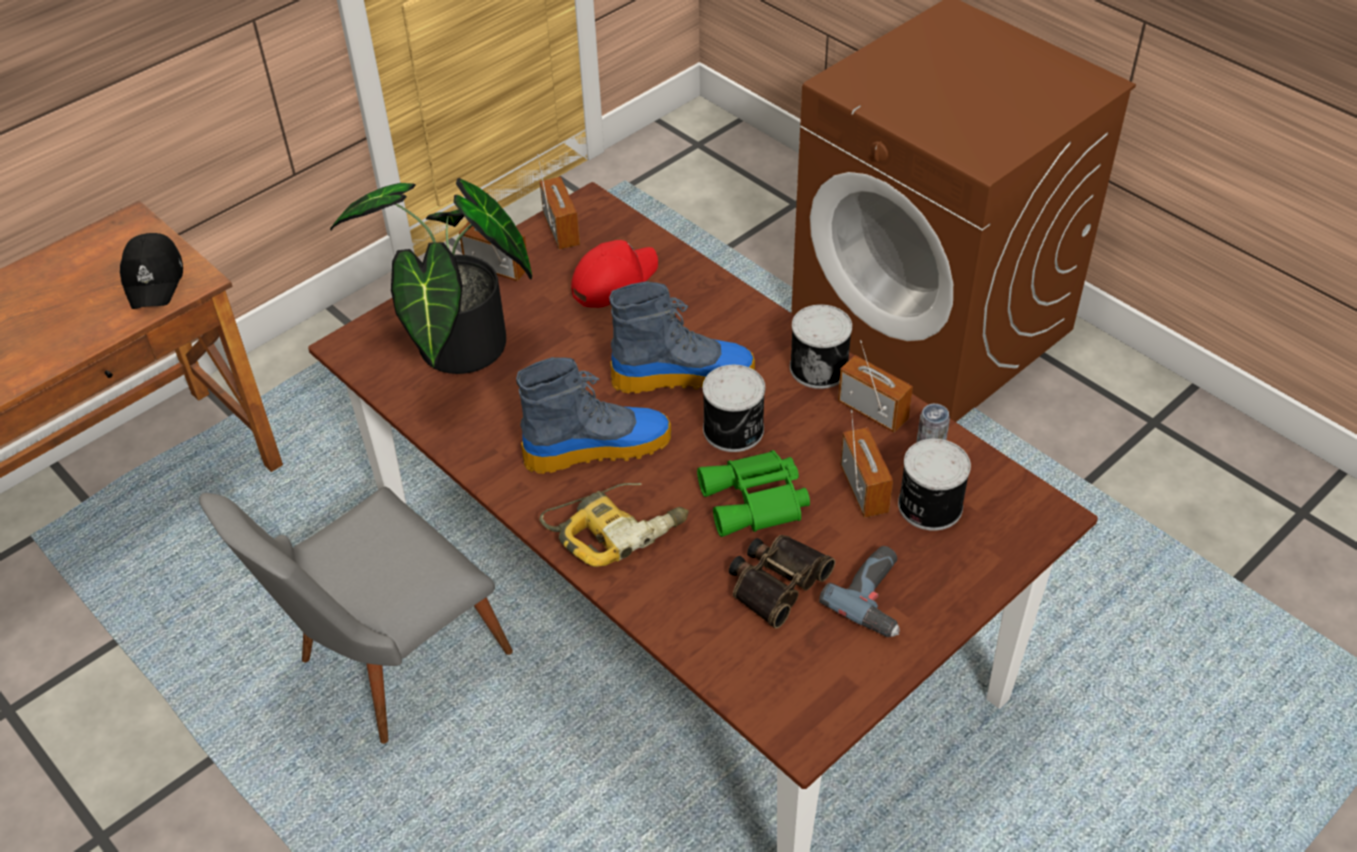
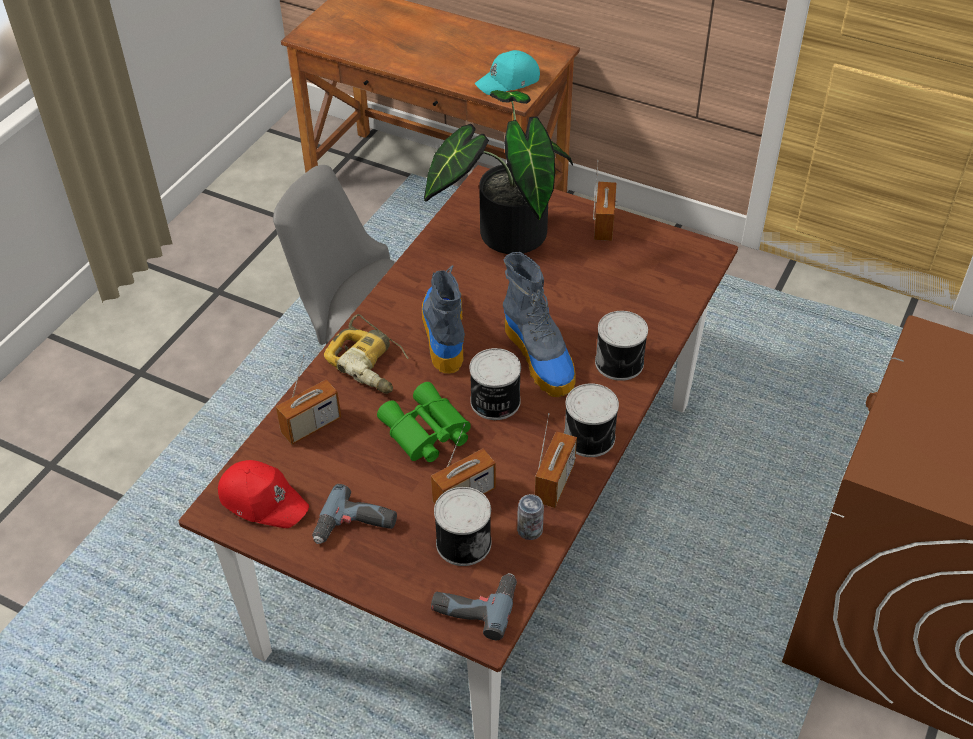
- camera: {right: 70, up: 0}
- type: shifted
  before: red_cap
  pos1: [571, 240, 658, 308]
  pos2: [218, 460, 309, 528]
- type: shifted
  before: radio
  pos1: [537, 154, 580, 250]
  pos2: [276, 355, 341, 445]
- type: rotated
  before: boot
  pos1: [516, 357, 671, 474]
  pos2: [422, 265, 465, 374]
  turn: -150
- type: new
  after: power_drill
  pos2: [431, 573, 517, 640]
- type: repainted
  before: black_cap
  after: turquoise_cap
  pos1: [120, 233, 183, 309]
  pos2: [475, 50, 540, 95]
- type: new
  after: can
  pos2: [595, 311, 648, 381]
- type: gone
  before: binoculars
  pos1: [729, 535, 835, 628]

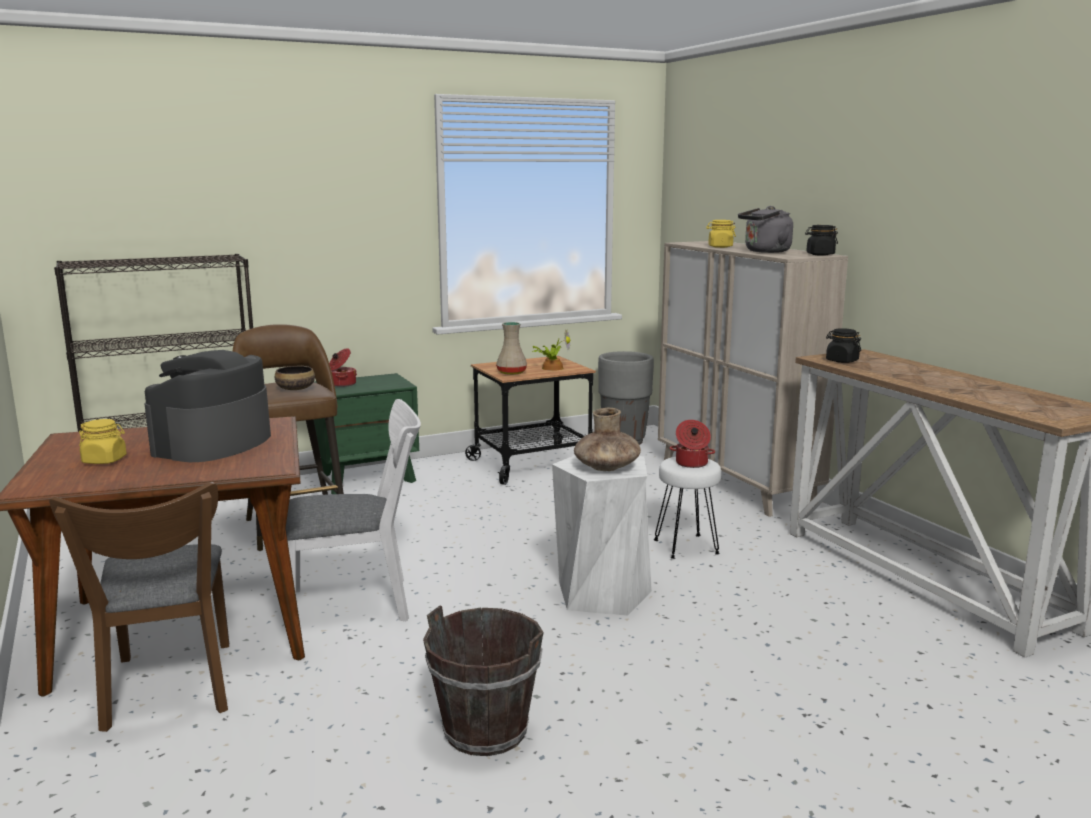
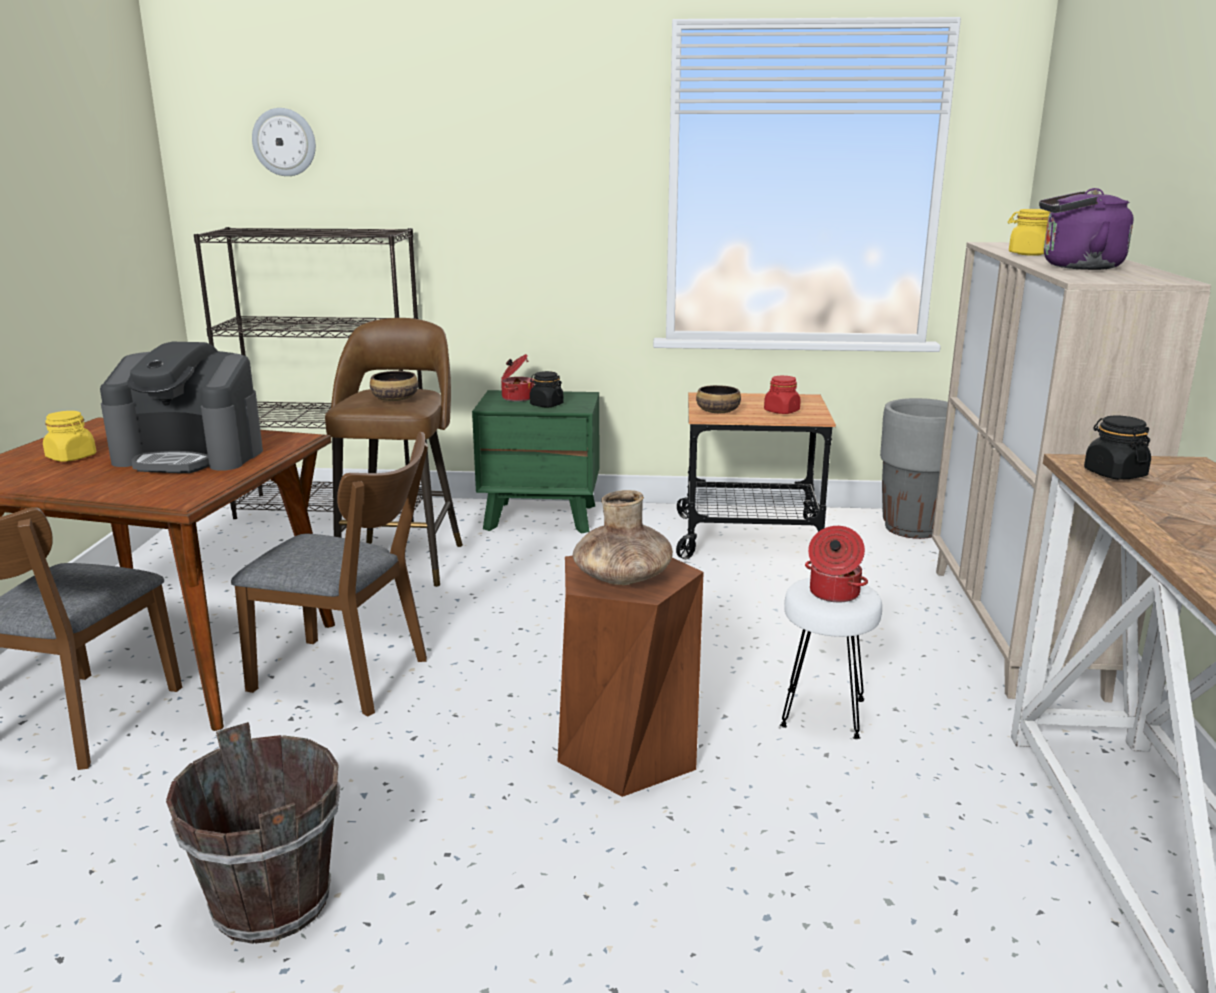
- camera: {right: 30, up: 5}
- type: rotated
  before: coffee_machine
  pos1: [145, 350, 271, 462]
  pos2: [100, 342, 263, 473]
  turn: -135
- type: repainted
  before: white_chair
  after: brown_chair
  pos1: [286, 399, 421, 621]
  pos2: [231, 432, 428, 717]
- type: new
  after: wall_clock
  pos2: [252, 108, 316, 176]
- type: shifted
  before: black_jar
  pos1: [805, 225, 838, 256]
  pos2: [530, 371, 563, 407]
- type: repainted
  before: white_stool
  after: brown_stool
  pos1: [552, 456, 652, 616]
  pos2: [557, 556, 704, 797]
- type: swapped
  before: beige_vase
  after: bowl
  pos1: [496, 322, 527, 375]
  pos2: [696, 385, 741, 413]
- type: swapped
  before: potted_plant
  after: red_jar
  pos1: [532, 331, 570, 371]
  pos2: [764, 376, 801, 414]
- type: repainted
  before: grey_kettle
  after: purple_kettle
  pos1: [738, 206, 793, 253]
  pos2: [1039, 188, 1134, 270]

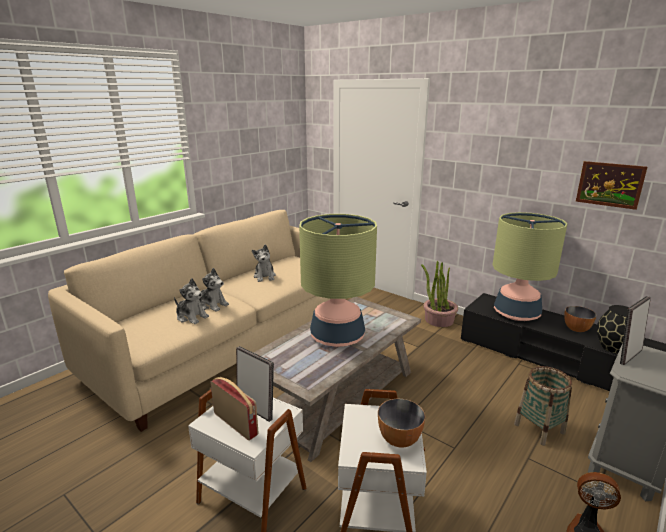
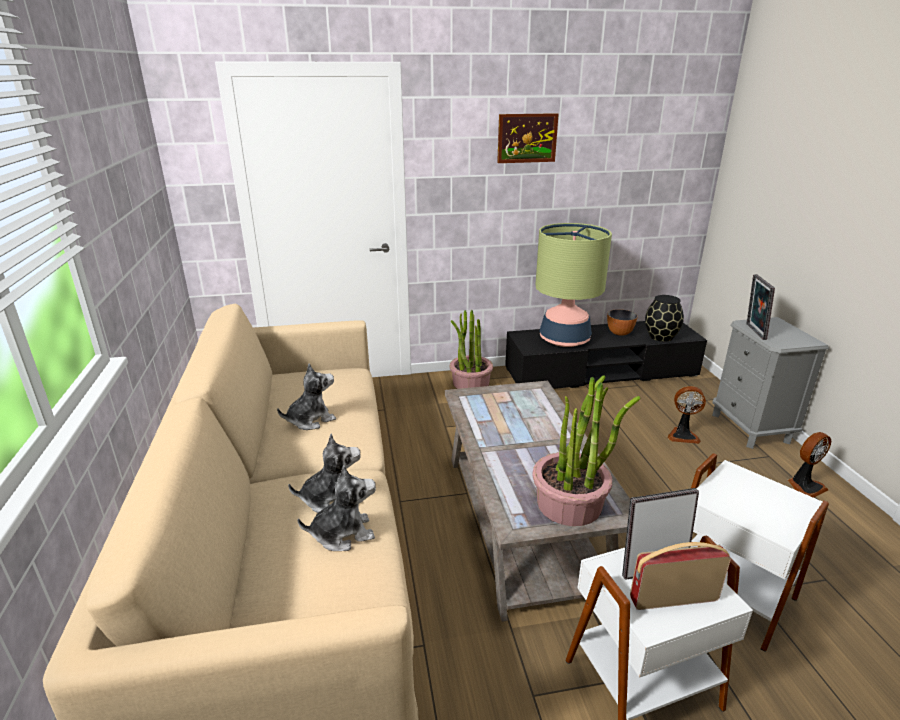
- camera: {right: -50, up: 5}
- type: rotated
  before: plush_toy
  pos1: [252, 245, 276, 282]
  pos2: [277, 363, 336, 430]
  turn: -60
- type: shifted
  before: picture
  pos1: [576, 161, 647, 210]
  pos2: [497, 113, 559, 163]
- type: new
  after: potted_plant
  pos2: [532, 375, 641, 526]
- type: swapped
  before: basket
  after: fan
  pos1: [514, 366, 572, 446]
  pos2: [668, 386, 706, 444]
- type: gone
  before: table_lamp
  pos1: [299, 214, 377, 347]
- type: gone
  before: bowl
  pos1: [378, 399, 425, 448]

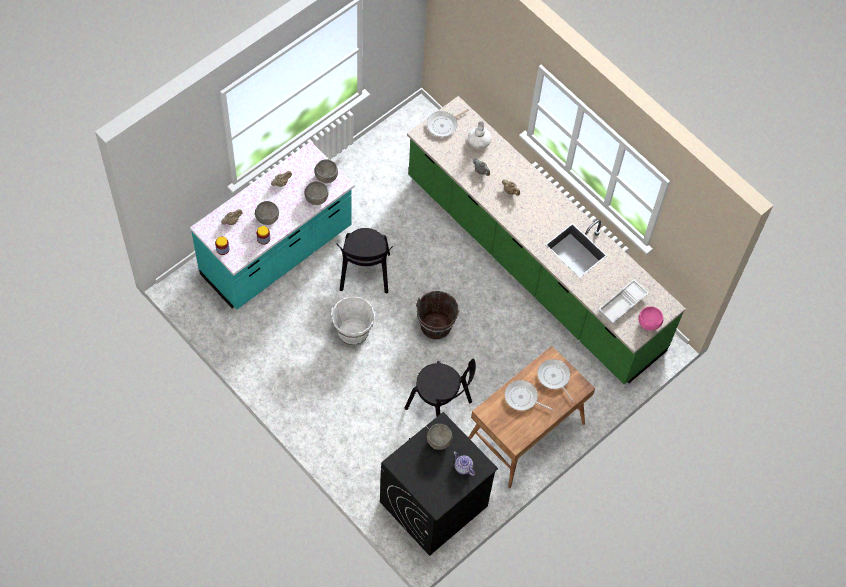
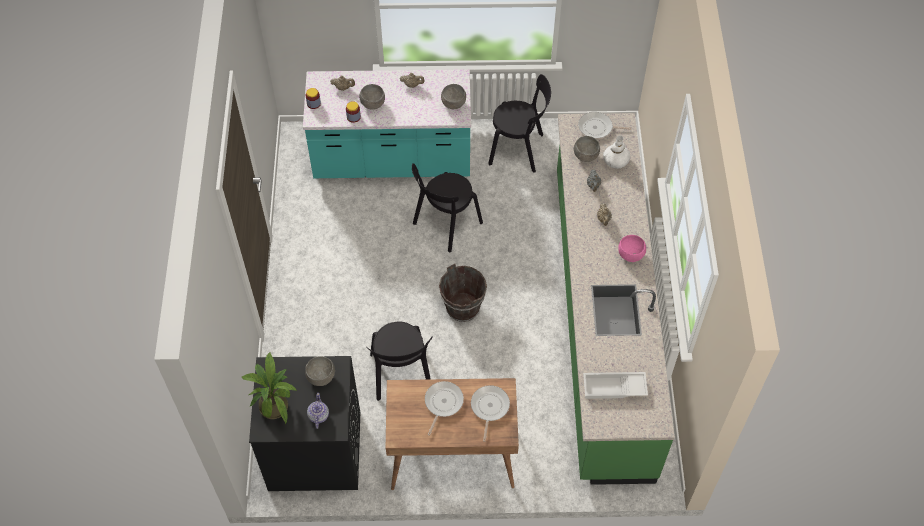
- camera: {right: 45, up: -5}
- type: new
  after: potted_plant
  pos2: [241, 352, 297, 424]
- type: rotated
  before: frying_pan
  pos1: [505, 380, 554, 411]
  pos2: [425, 381, 464, 435]
  turn: 45
- type: new
  after: black_chair
  pos2: [488, 74, 551, 173]
- type: shifted
  before: grey_bowl
  pos1: [304, 181, 328, 205]
  pos2: [574, 136, 600, 162]
- type: shifted
  before: pink_bowl
  pos1: [638, 306, 664, 331]
  pos2: [618, 235, 646, 262]
- type: gone
  before: white_bucket
  pos1: [331, 296, 375, 346]

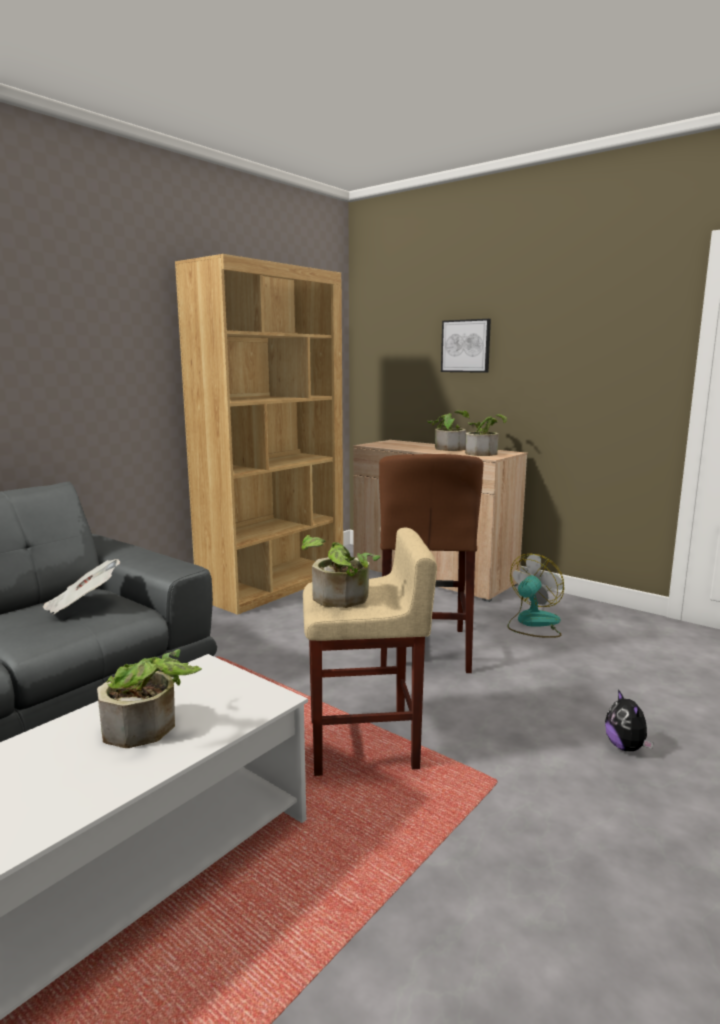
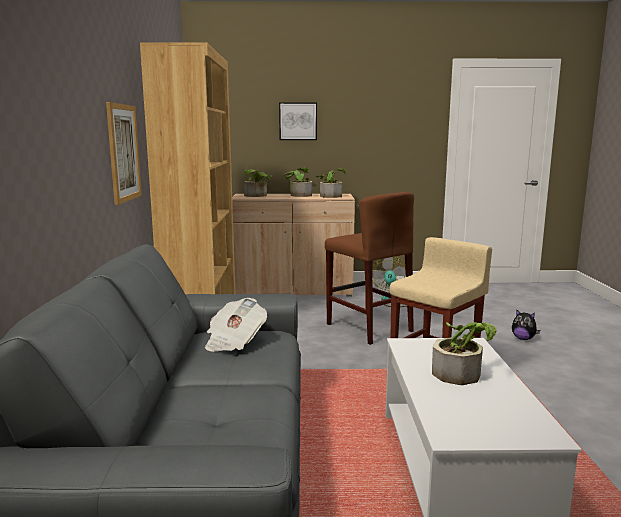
- camera: {right: -40, up: 0}
- type: new
  after: picture
  pos2: [106, 102, 142, 205]
- type: shifted
  before: potted_plant
  pos1: [302, 535, 381, 608]
  pos2: [244, 169, 273, 197]

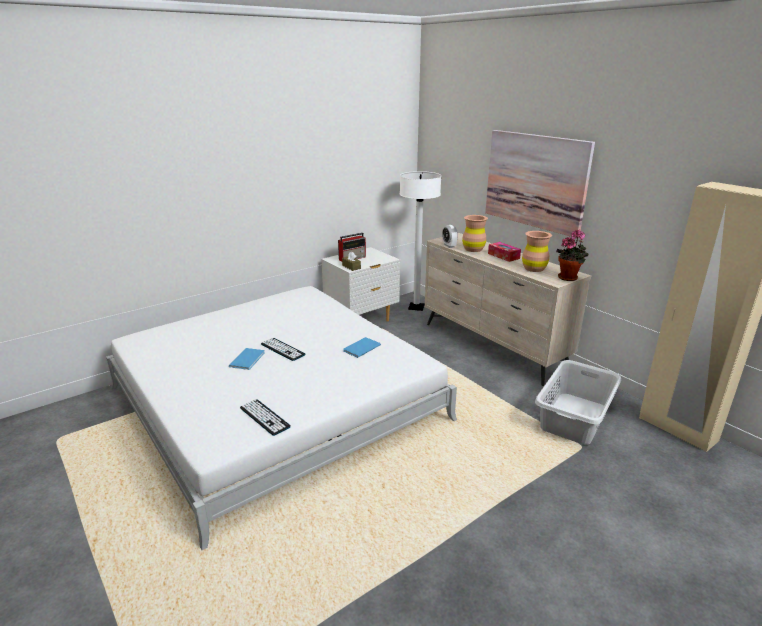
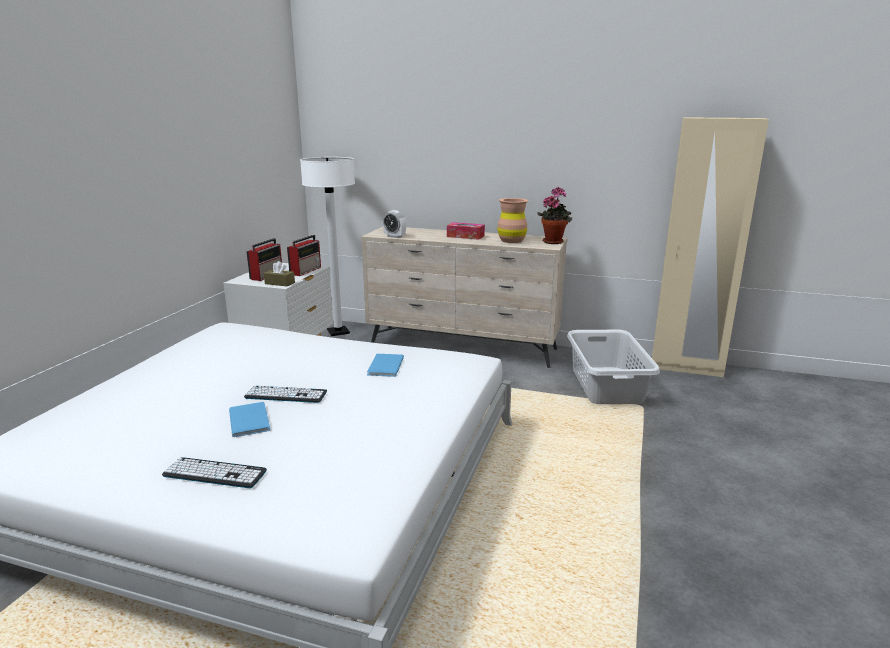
- camera: {right: -35, up: -5}
- type: shifted
  before: keyboard
  pos1: [240, 400, 291, 436]
  pos2: [162, 457, 267, 488]
- type: new
  after: radio
  pos2: [287, 235, 321, 276]
- type: gone
  before: brown_vase
  pos1: [462, 215, 488, 252]
- type: gone
  before: picture
  pos1: [485, 130, 595, 238]

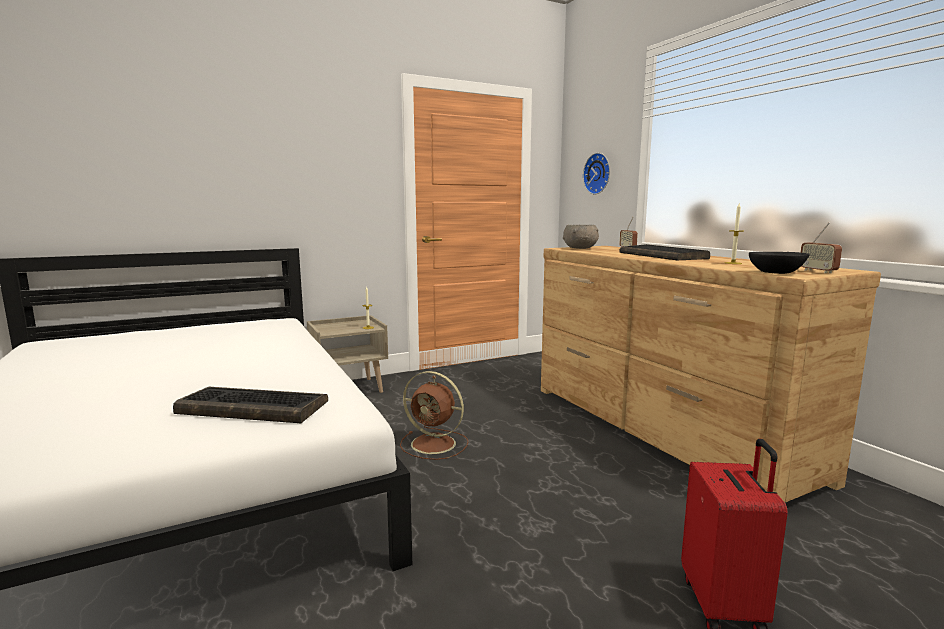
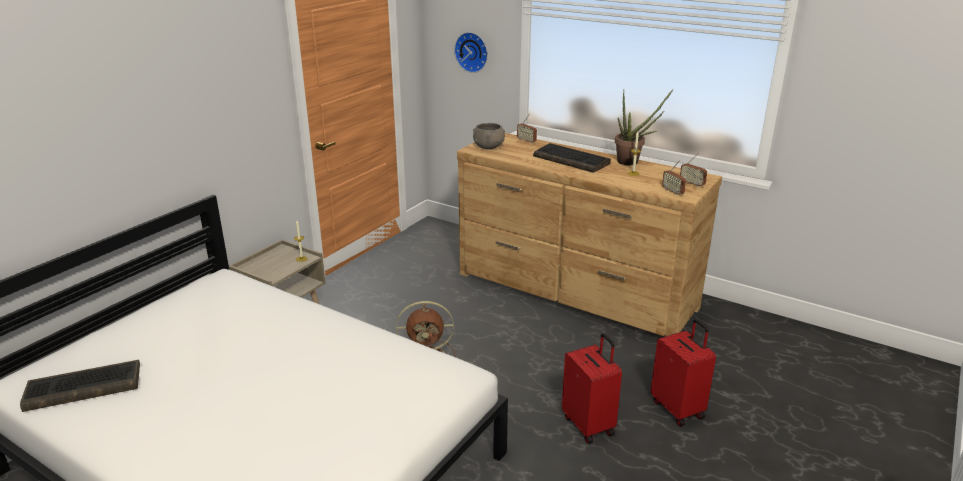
- camera: {right: -30, up: 15}
- type: shifted
  before: keyboard
  pos1: [173, 387, 328, 423]
  pos2: [20, 360, 140, 412]
- type: new
  after: red_suitcase
  pos2: [562, 333, 622, 444]
- type: new
  after: potted_plant
  pos2: [615, 89, 673, 165]
- type: swapped
  before: black_bowl
  after: radio
  pos1: [749, 252, 810, 274]
  pos2: [662, 160, 686, 196]

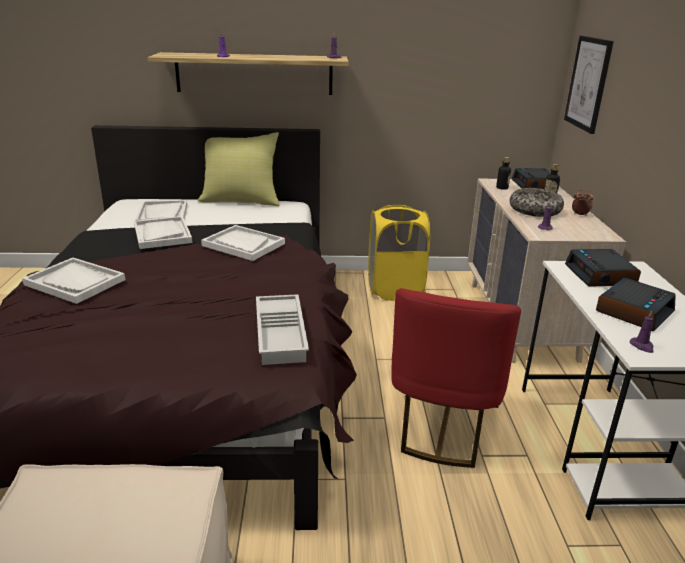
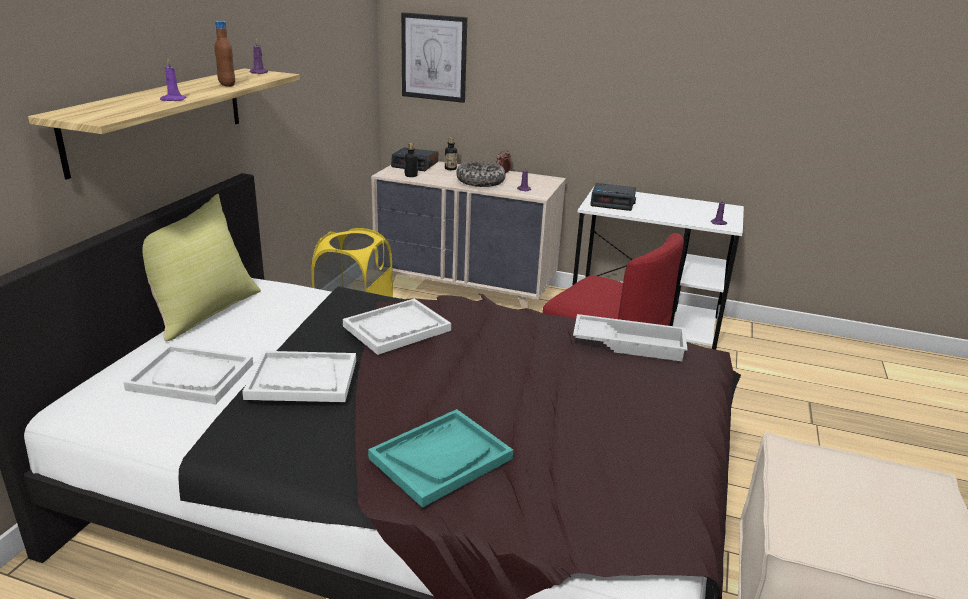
- camera: {right: -70, up: 0}
- type: new
  after: brown_bottle
  pos2: [214, 21, 235, 87]
- type: repainted
  before: white_tray
  after: turquoise_tray
  pos1: [22, 258, 125, 304]
  pos2: [368, 409, 513, 508]
- type: gone
  before: alarm_clock
  pos1: [596, 278, 676, 331]

